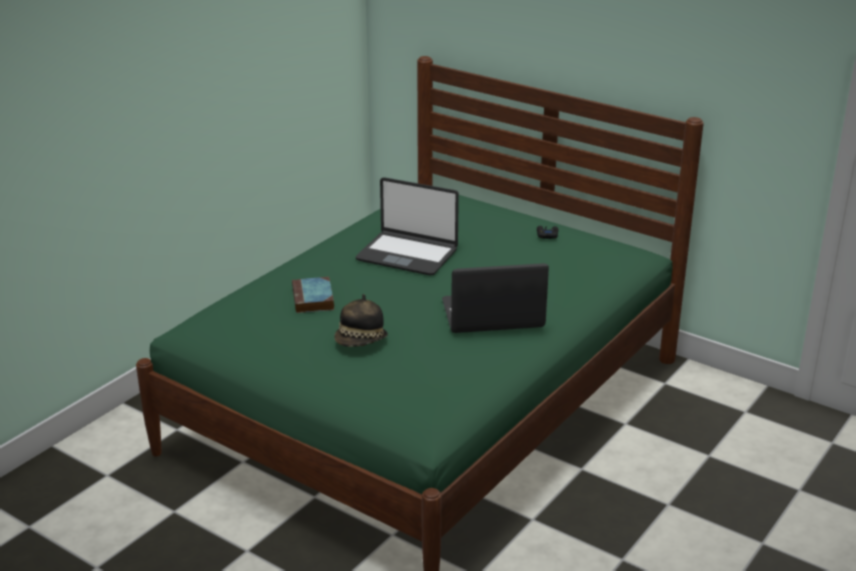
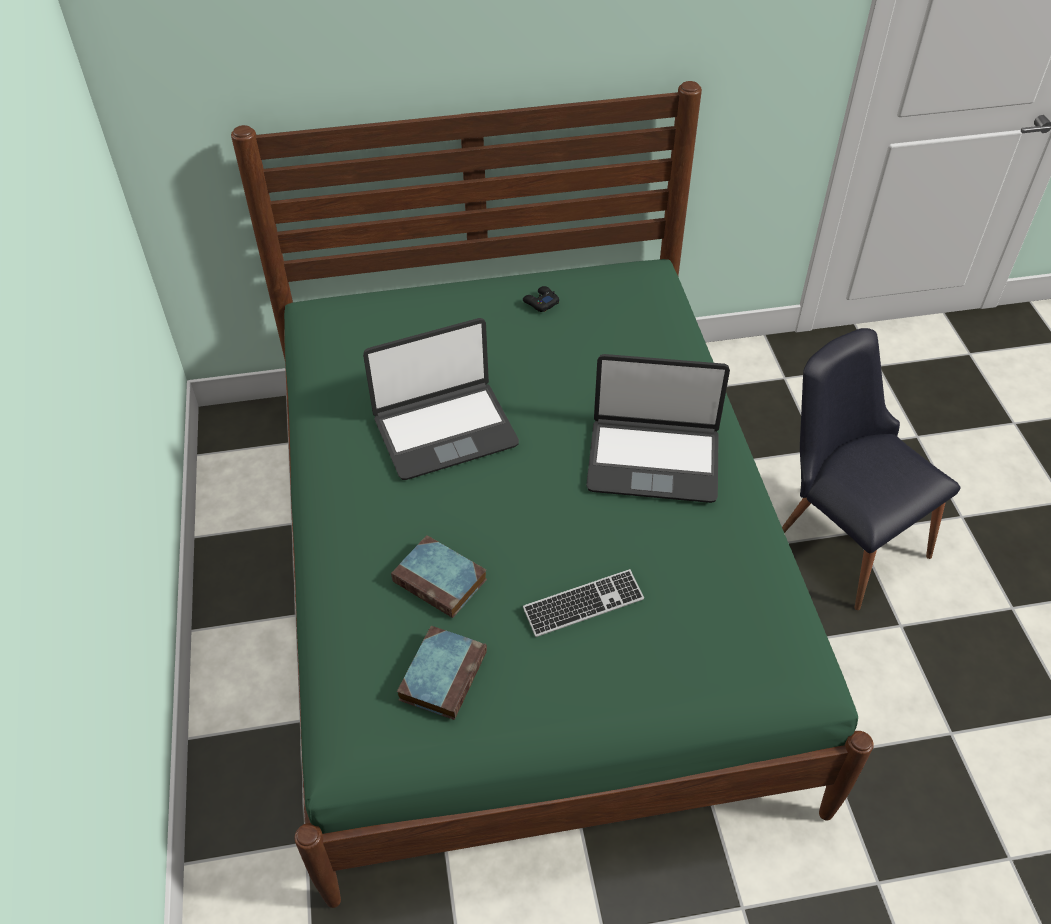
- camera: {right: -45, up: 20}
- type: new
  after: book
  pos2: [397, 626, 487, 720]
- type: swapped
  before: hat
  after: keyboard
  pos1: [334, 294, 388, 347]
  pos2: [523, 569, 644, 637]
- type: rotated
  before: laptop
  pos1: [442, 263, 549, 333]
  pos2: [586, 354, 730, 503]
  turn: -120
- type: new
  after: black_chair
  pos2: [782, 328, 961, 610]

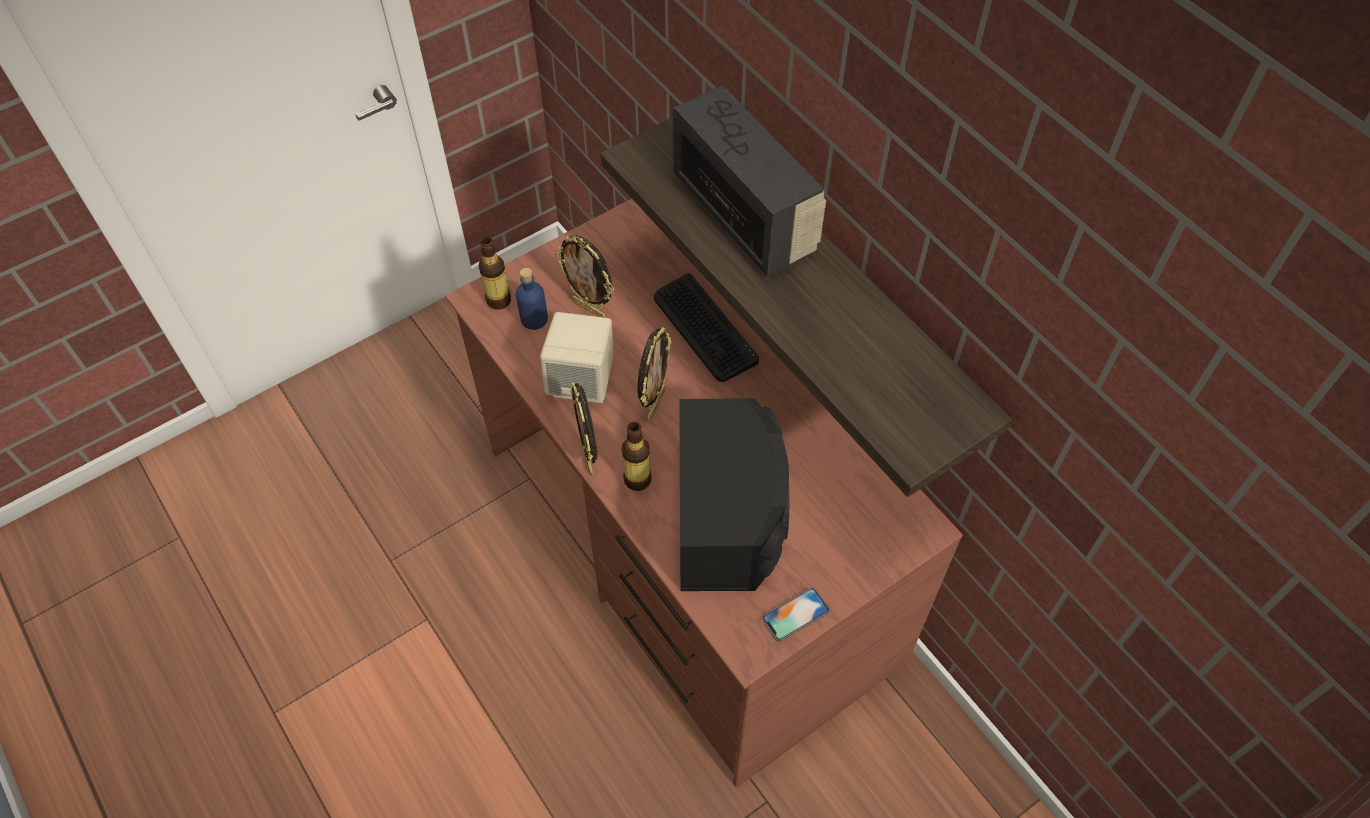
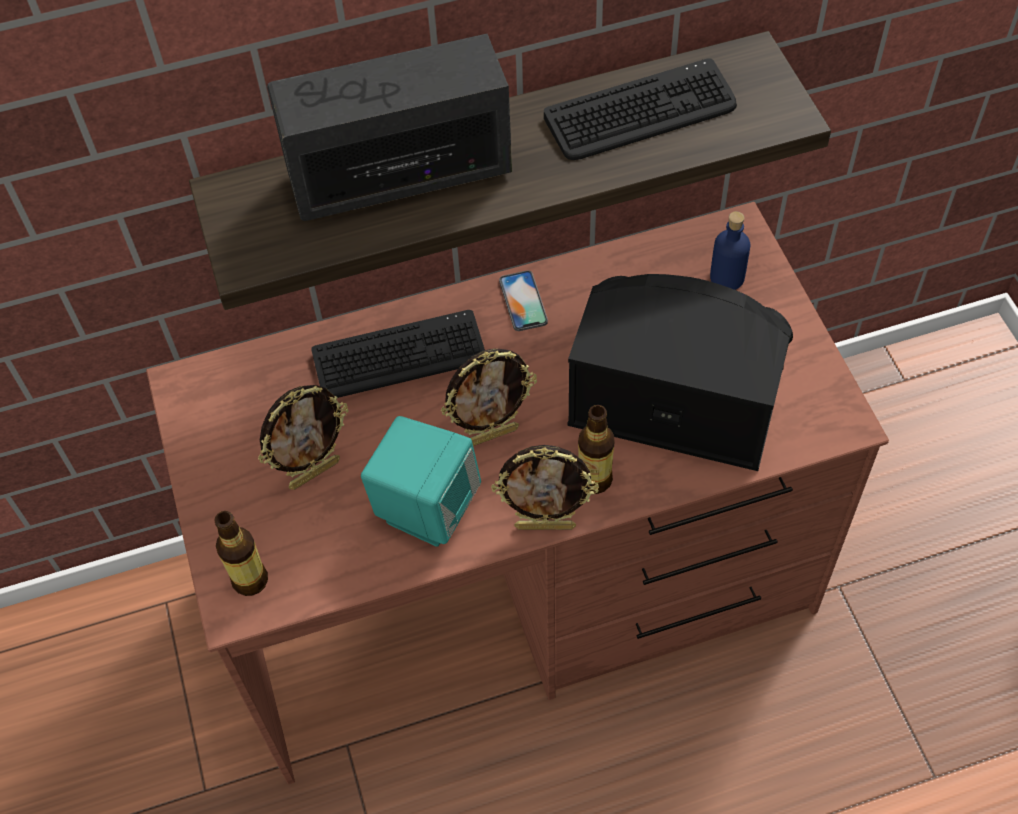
- camera: {right: -70, up: 0}
- type: repainted
  before: beige_speaker
  after: turquoise_speaker
  pos1: [540, 312, 614, 403]
  pos2: [361, 416, 481, 547]
- type: rotated
  before: picture_frame
  pos1: [638, 327, 672, 421]
  pos2: [441, 348, 537, 446]
  turn: 120
- type: shifted
  before: phone
  pos1: [762, 588, 829, 641]
  pos2: [499, 271, 548, 331]
- type: new
  after: keyboard
  pos2: [544, 58, 737, 160]
- type: shifted
  before: blue_bottle
  pos1: [516, 268, 548, 330]
  pos2: [710, 211, 750, 290]

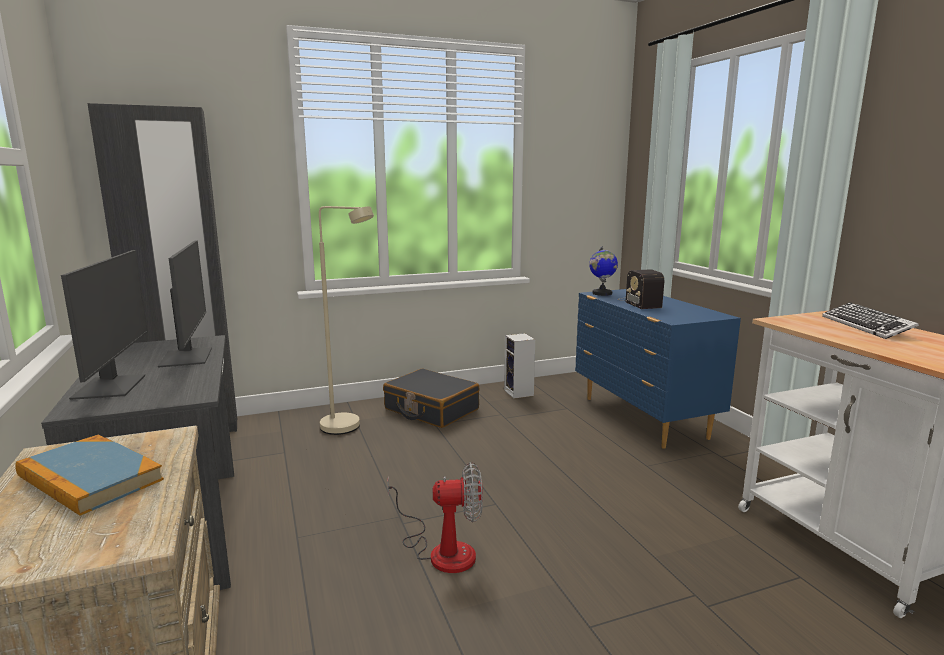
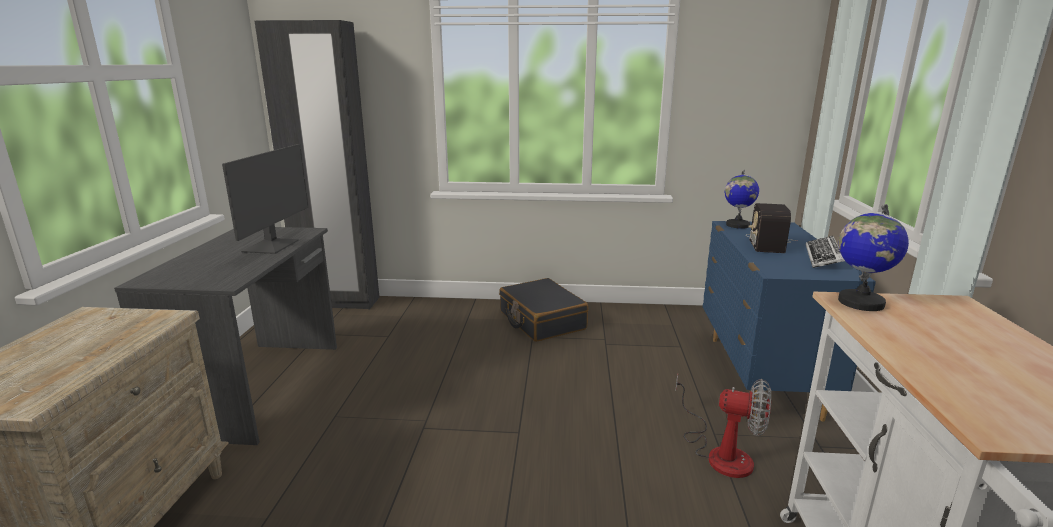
- camera: {right: 25, up: 5}
- type: shifted
  before: fan
  pos1: [388, 462, 483, 573]
  pos2: [675, 375, 771, 478]
- type: shifted
  before: keyboard
  pos1: [822, 302, 919, 339]
  pos2: [806, 236, 845, 268]
- type: new
  after: globe
  pos2: [838, 204, 909, 311]
- type: gone
  before: book
  pos1: [15, 435, 164, 516]
- type: gone
  before: monitor
  pos1: [61, 250, 148, 400]
- type: gone
  before: beige_floor_lamp
  pos1: [319, 206, 374, 435]
- type: gone
  before: speaker
  pos1: [504, 333, 535, 399]

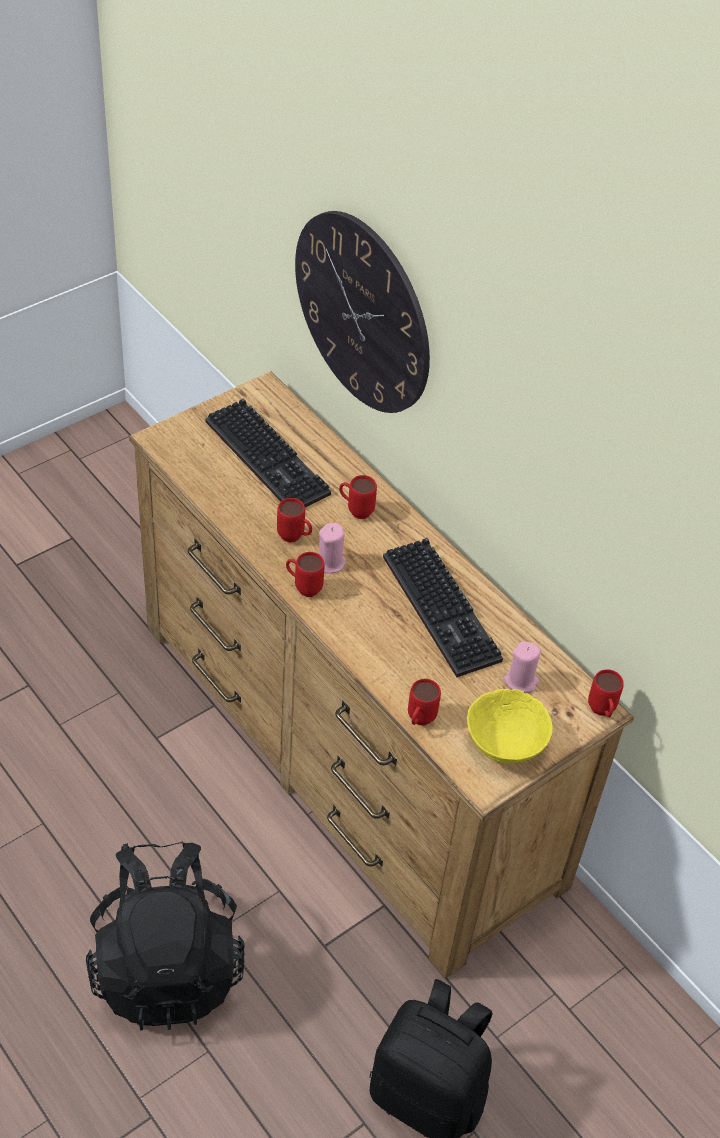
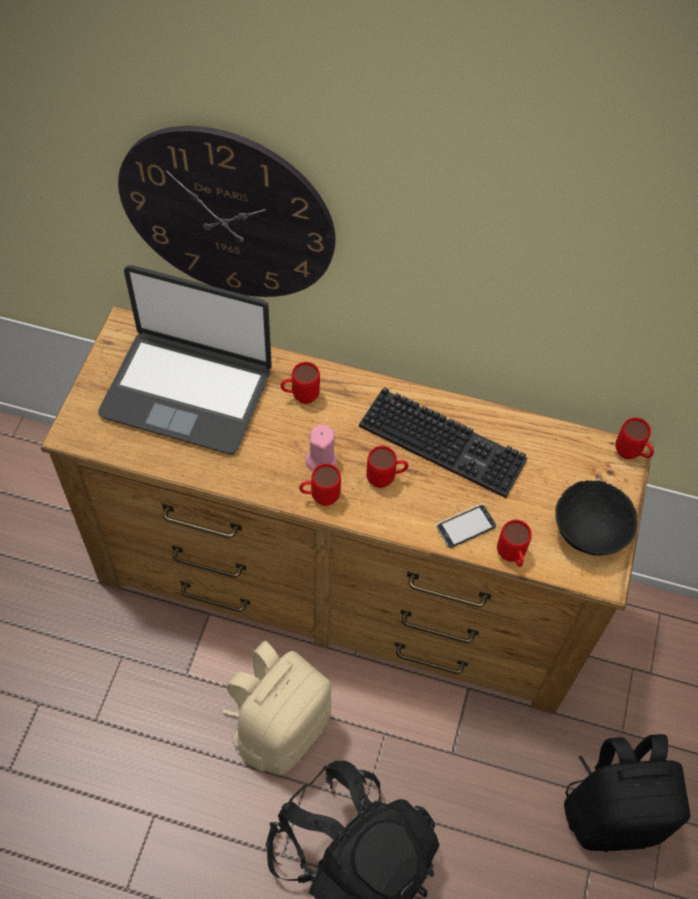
- camera: {right: -35, up: 10}
- type: swapped
  before: keyboard
  after: laptop
  pos1: [205, 399, 331, 507]
  pos2: [98, 265, 272, 454]
- type: new
  after: beige_backpack
  pos2: [222, 641, 331, 775]
- type: shifted
  before: red_mug
  pos1: [277, 498, 312, 542]
  pos2: [366, 446, 408, 488]
- type: new
  after: phone
  pos2: [436, 504, 496, 548]
- type: repainted
  before: yellow_bowl
  after: black_bowl
  pos1: [467, 689, 553, 764]
  pos2: [555, 480, 638, 556]
- type: gone
  before: pink_candle
  pos1: [504, 641, 541, 693]

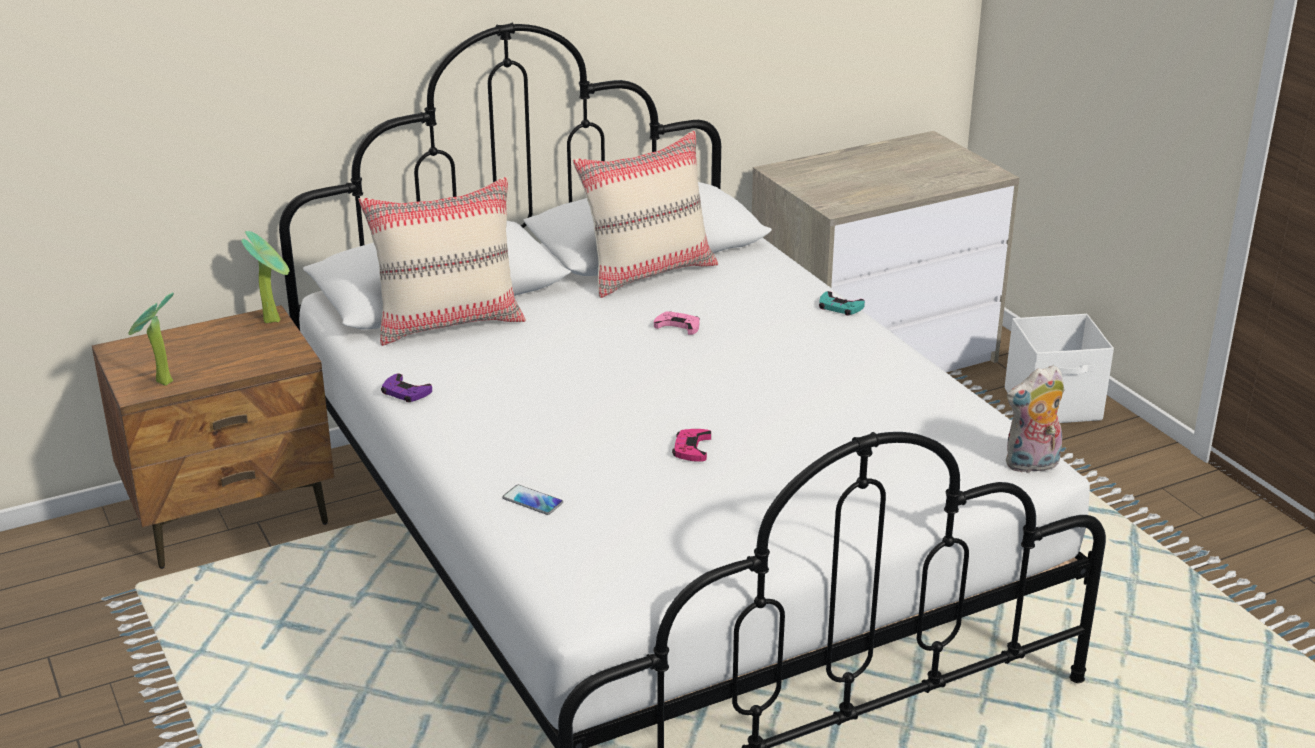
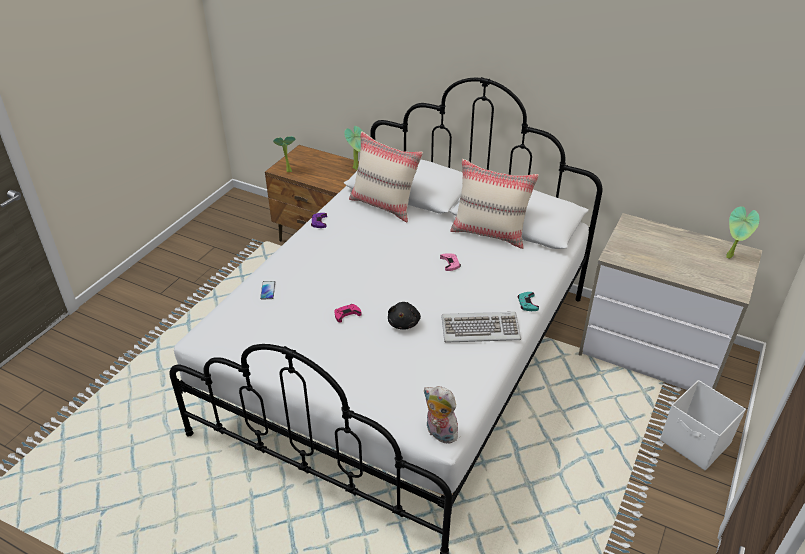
- camera: {right: 55, up: 10}
- type: new
  after: black_plush_toy
  pos2: [388, 302, 421, 330]
- type: new
  after: keyboard
  pos2: [441, 311, 521, 343]
- type: new
  after: potted_plant
  pos2: [726, 206, 760, 259]

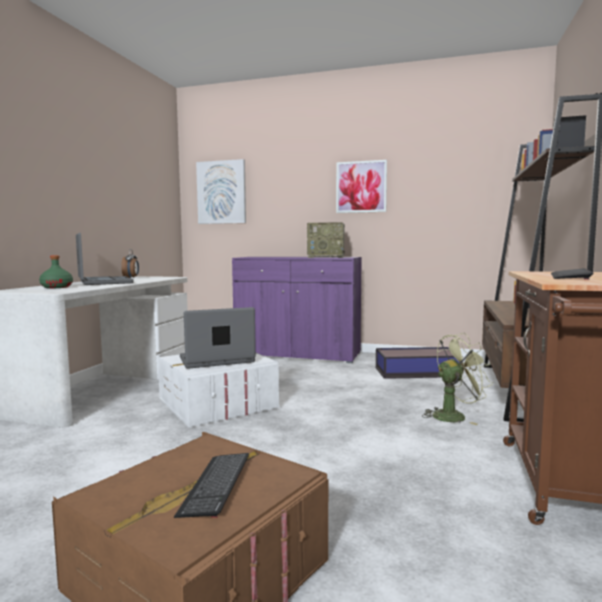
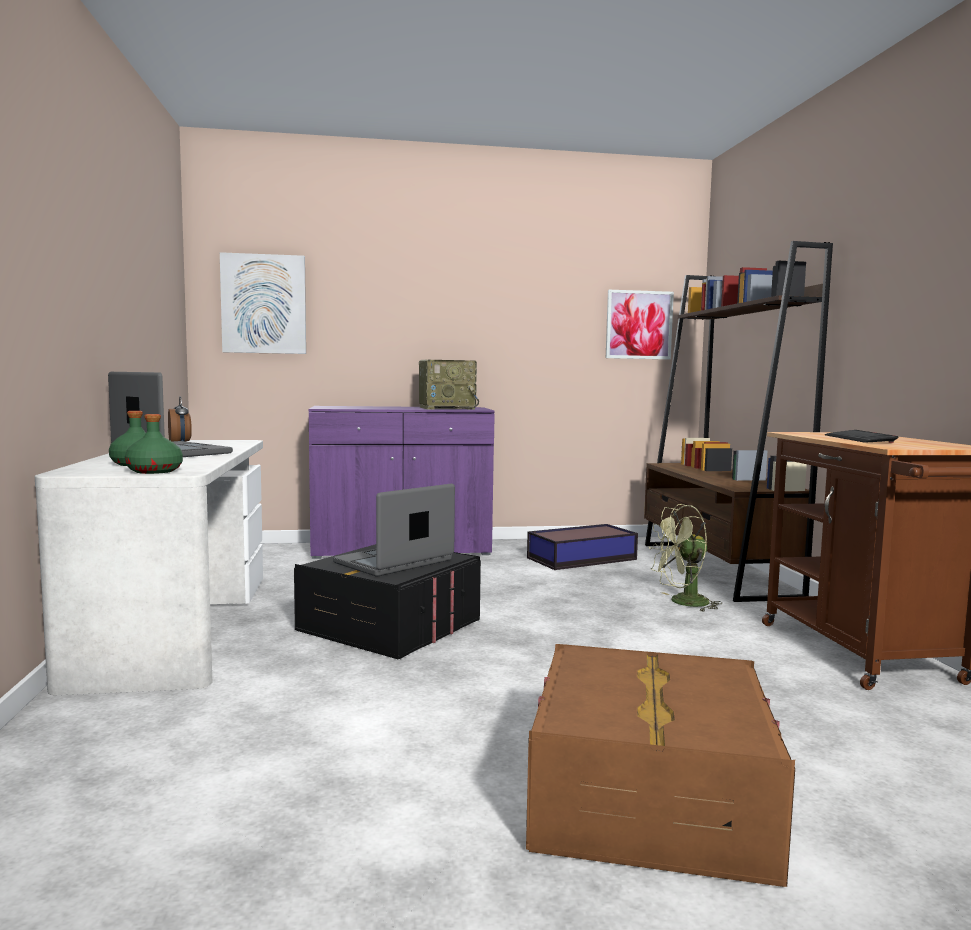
- camera: {right: -25, up: 0}
- type: new
  after: green_bottle
  pos2: [125, 414, 183, 474]
- type: repainted
  before: white_storage_box
  after: black_storage_box
  pos1: [158, 353, 279, 428]
  pos2: [294, 544, 481, 659]
- type: shifted
  before: picture
  pos1: [336, 160, 387, 213]
  pos2: [606, 290, 674, 359]
- type: rotated
  before: green_fan
  pos1: [422, 333, 493, 425]
  pos2: [649, 504, 723, 612]
  turn: -150
- type: gone
  before: keyboard
  pos1: [174, 453, 249, 518]

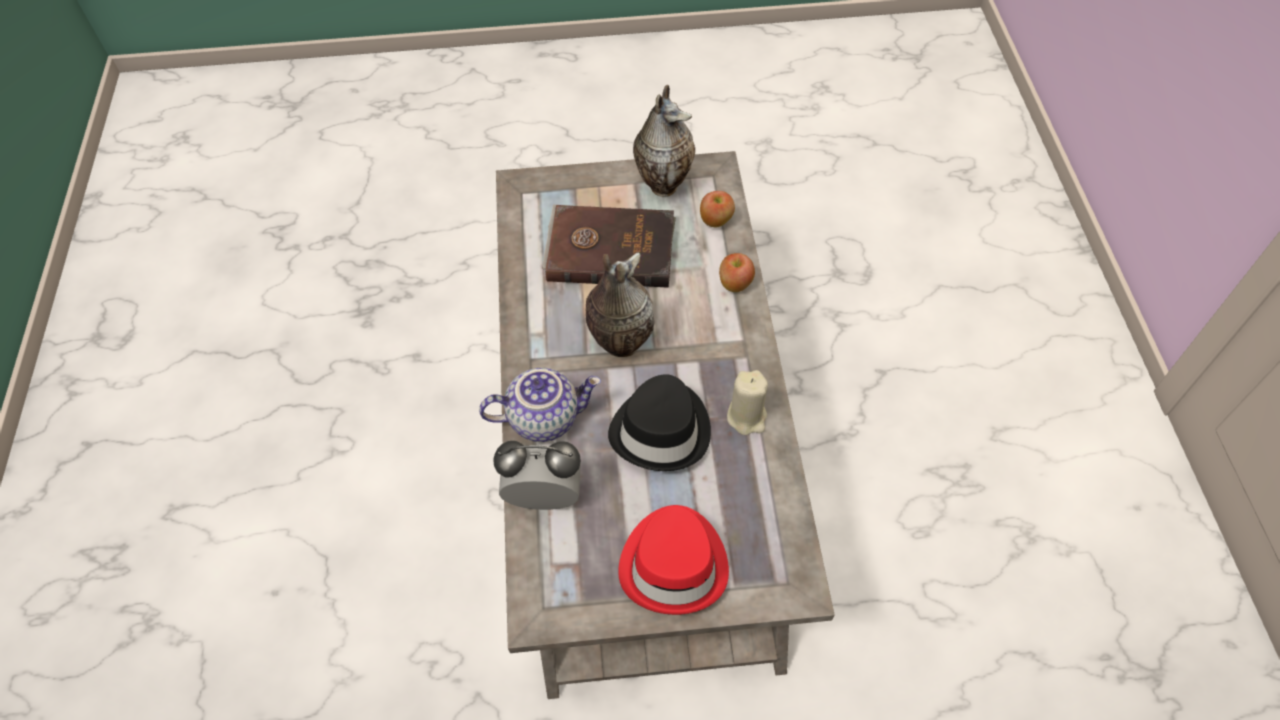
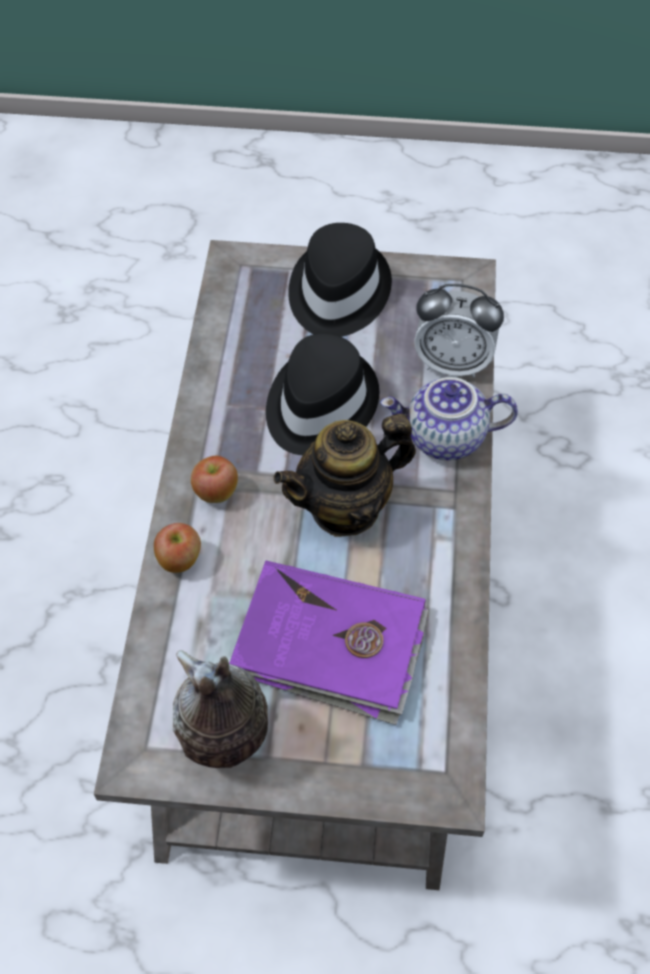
- camera: {right: -170, up: 0}
- type: shifted
  before: apple
  pos1: [700, 191, 735, 227]
  pos2: [191, 456, 238, 503]
- type: repainted
  before: brown_book
  after: purple_book
  pos1: [542, 204, 676, 288]
  pos2: [229, 560, 429, 725]
- type: swapped
  before: vase
  after: teapot
  pos1: [586, 253, 654, 357]
  pos2: [274, 413, 416, 537]
- type: repainted
  before: red_hat
  after: black_hat
  pos1: [618, 505, 729, 615]
  pos2: [288, 223, 392, 337]
- type: gone
  before: beige_candle
  pos1: [727, 370, 768, 435]

